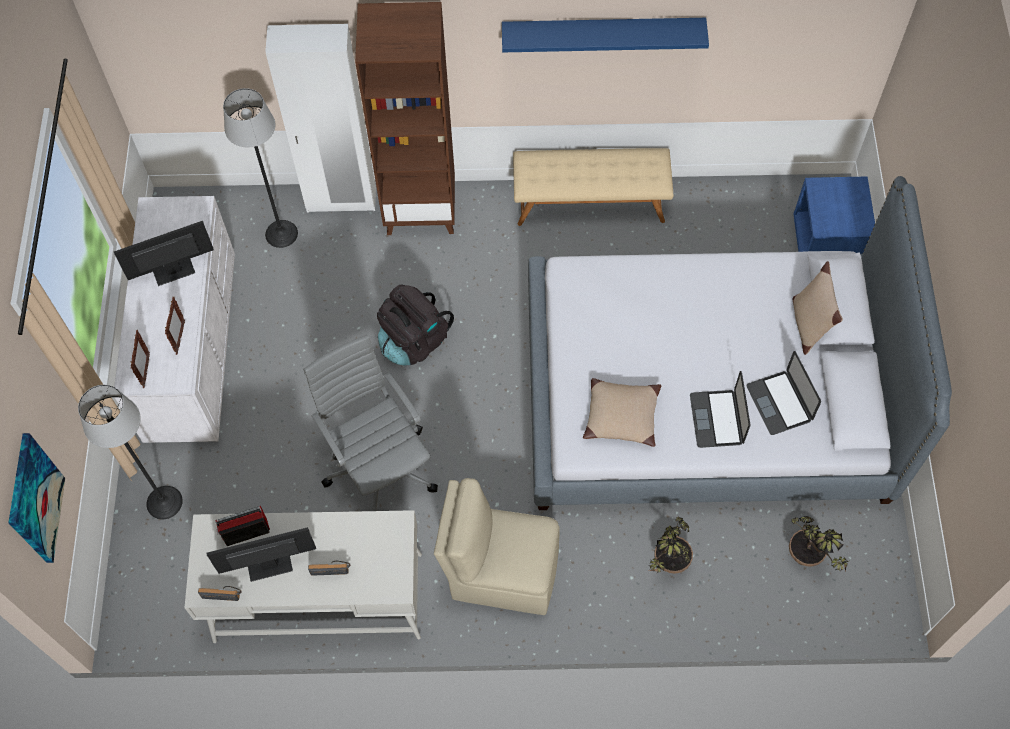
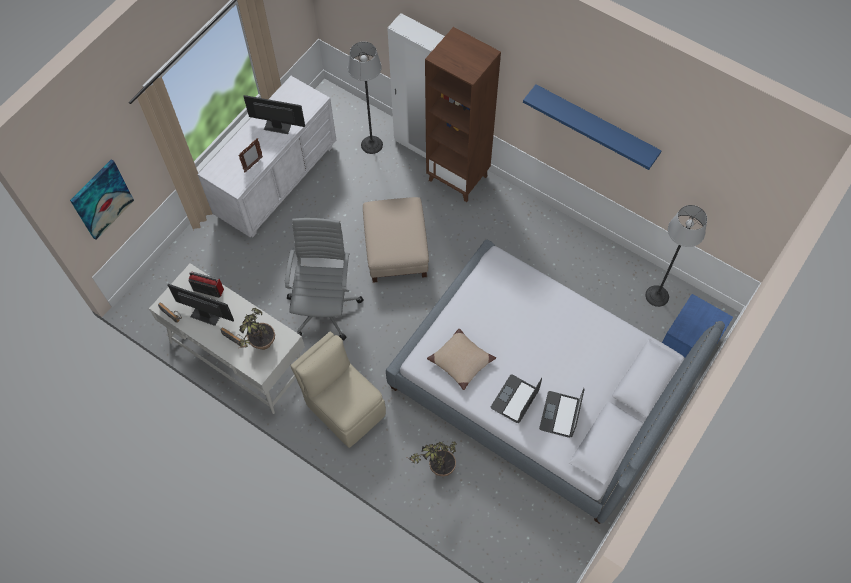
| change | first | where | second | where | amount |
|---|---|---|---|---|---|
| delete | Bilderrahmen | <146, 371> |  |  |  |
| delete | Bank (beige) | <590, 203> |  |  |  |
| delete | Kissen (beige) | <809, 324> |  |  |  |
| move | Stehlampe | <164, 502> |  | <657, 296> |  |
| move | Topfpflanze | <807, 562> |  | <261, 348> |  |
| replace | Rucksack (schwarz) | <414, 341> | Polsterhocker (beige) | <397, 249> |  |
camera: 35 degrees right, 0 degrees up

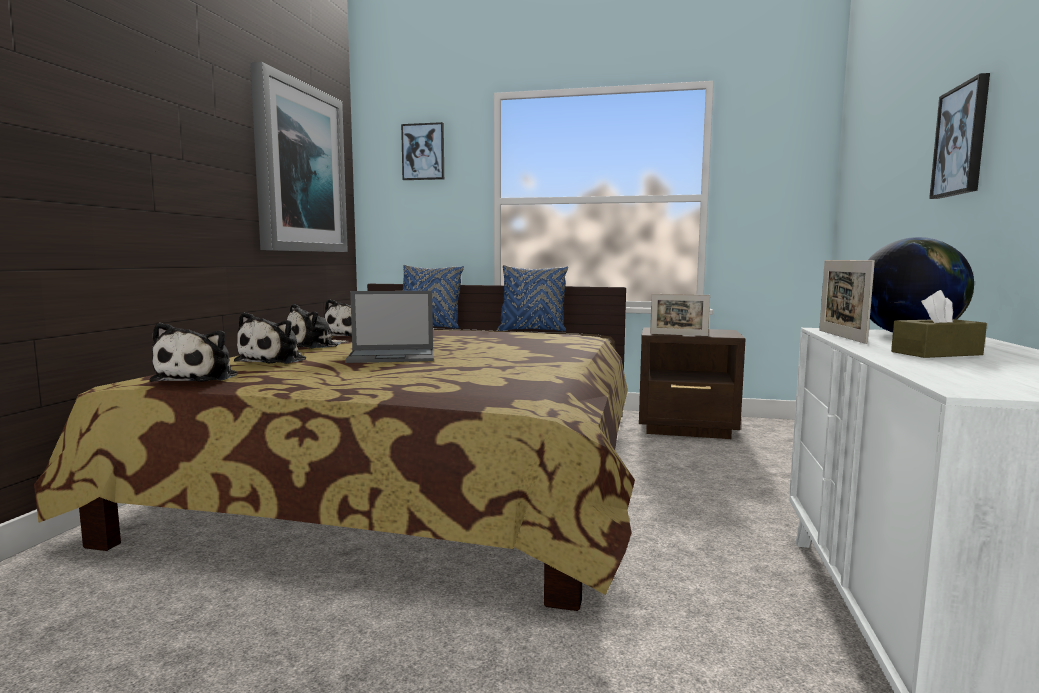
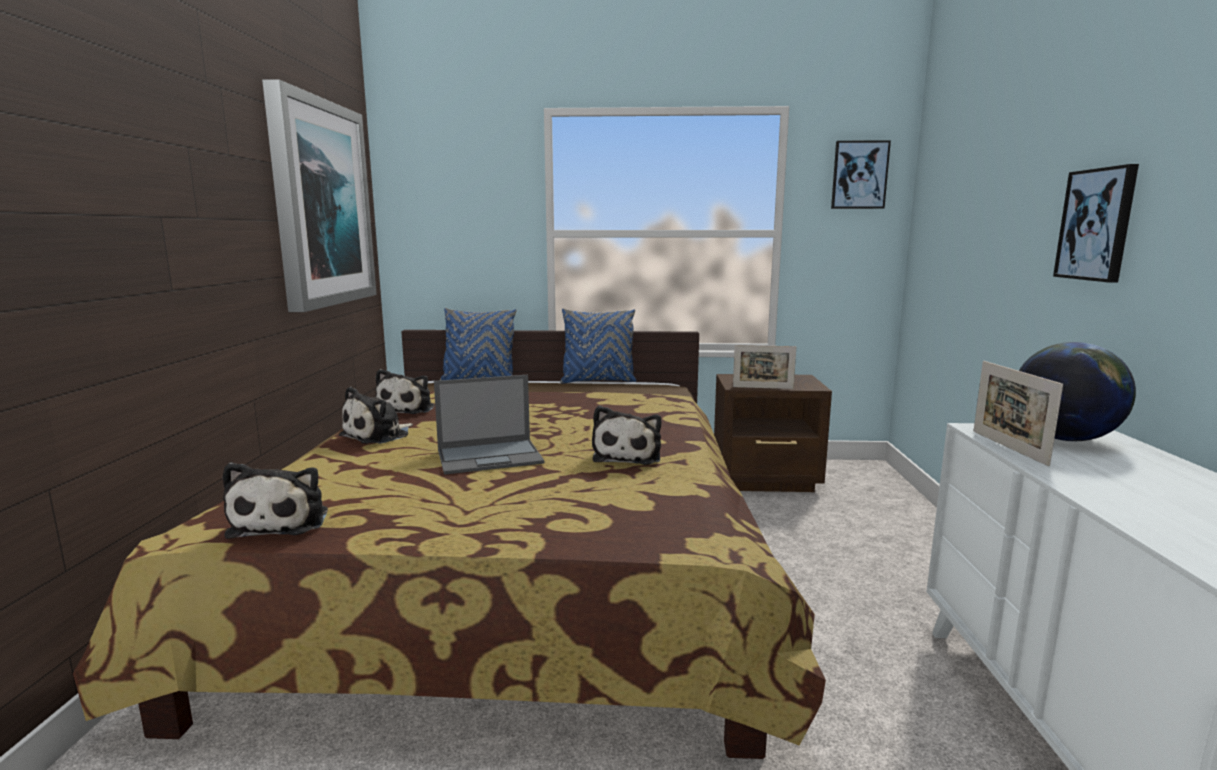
| change | first | where | second | where | amount |
|---|---|---|---|---|---|
| delete | Taschentuchbox (braun) | <936, 353> |  |  |  |
| move | Plüschtier | <275, 360> |  | <628, 455> |  |
| move | Bild | <423, 152> |  | <859, 175> |  |
camera: 10 degrees left, 5 degrees up

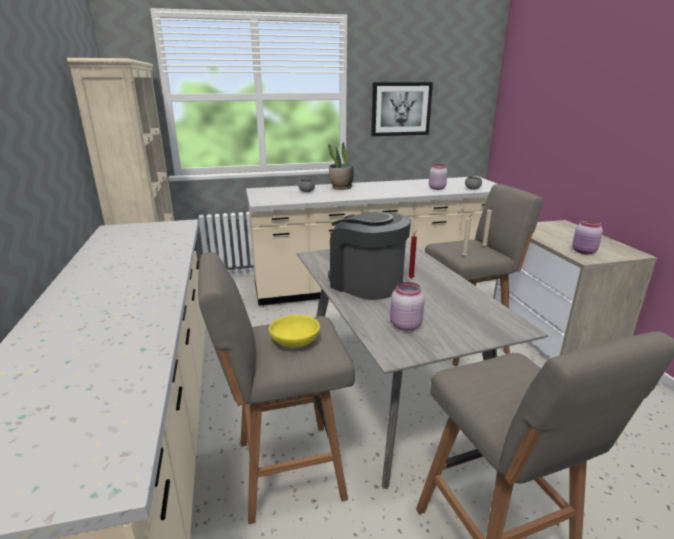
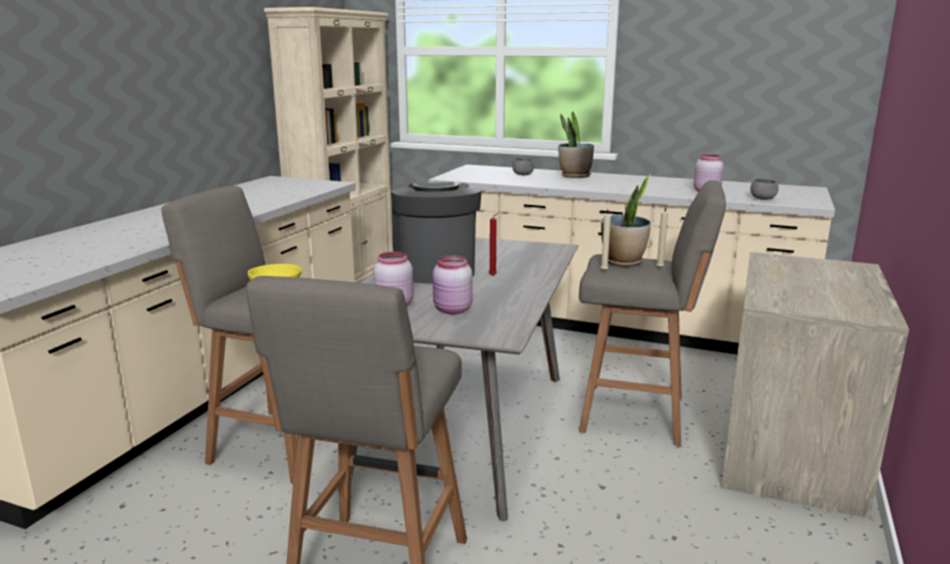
| change | first | where | second | where | amount |
|---|---|---|---|---|---|
| delete | Bild | <401, 109> |  |  |  |
| insert |  |  | Topfpflanze | <623, 262> |  |
| move | Vorratsglas (rosa) | <584, 252> |  | <452, 310> |  |
camera: 35 degrees right, 5 degrees down

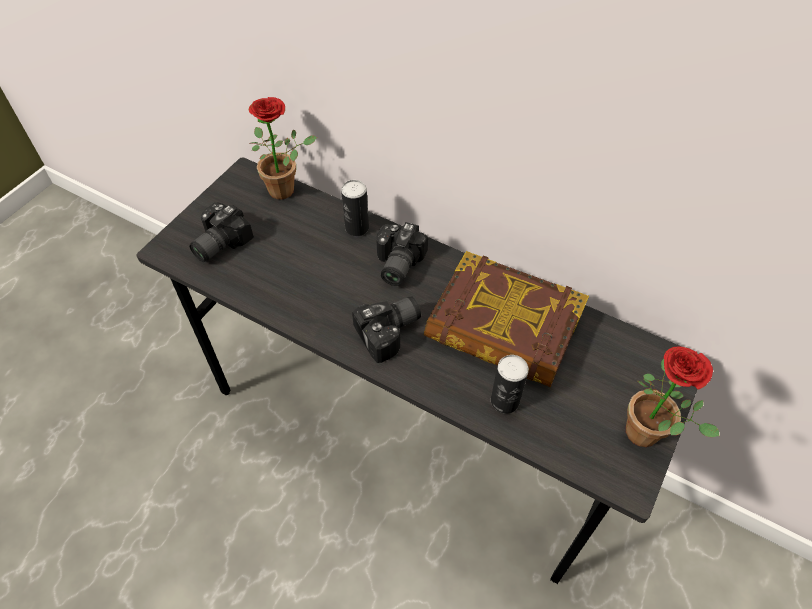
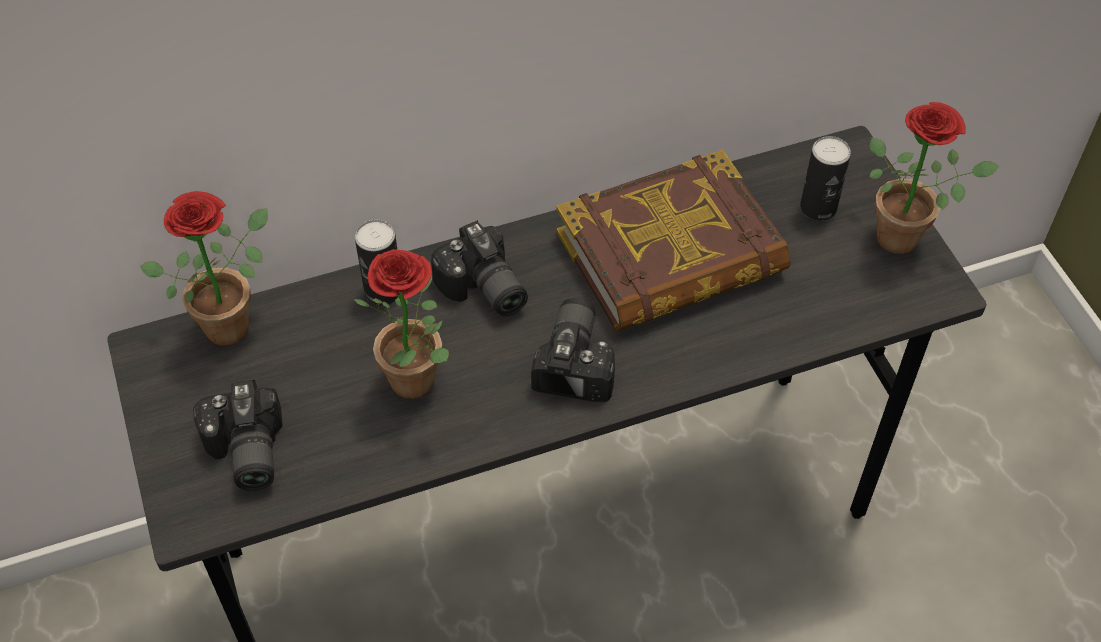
| change | first | where | second | where | amount |
|---|---|---|---|---|---|
| insert |  |  | Topfpflanze | <421, 385> |  |
| move | Dose | <504, 401> |  | <818, 207> |  |
camera: 50 degrees left, 0 degrees up

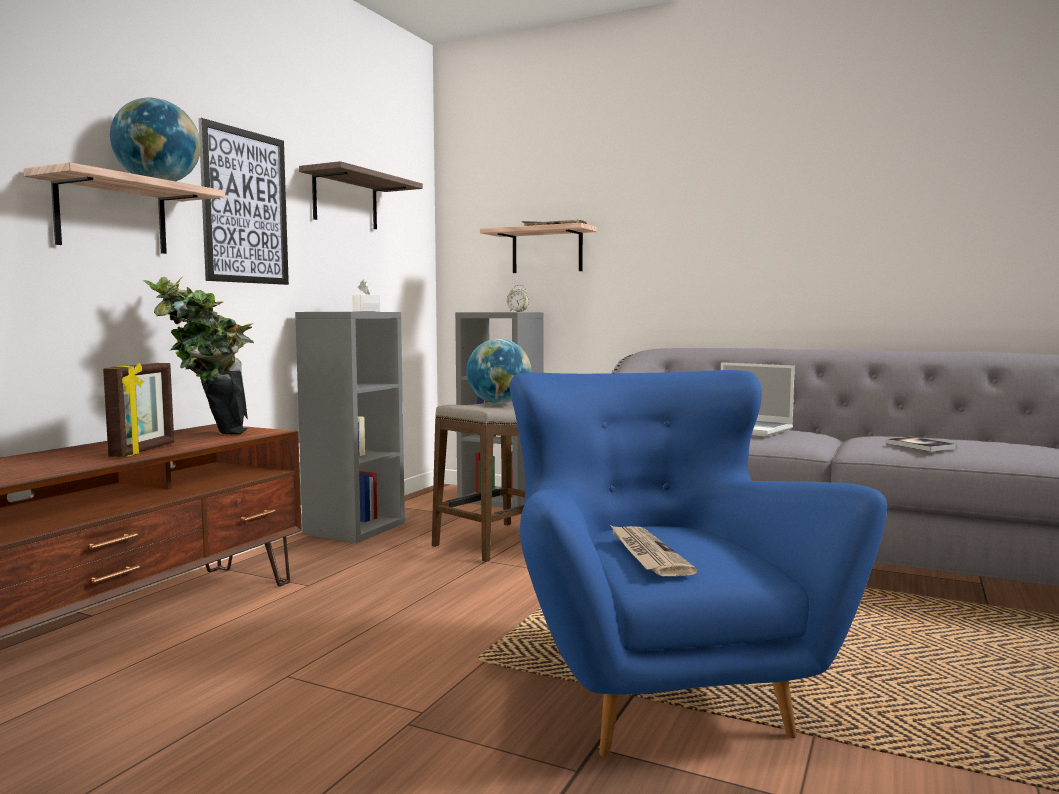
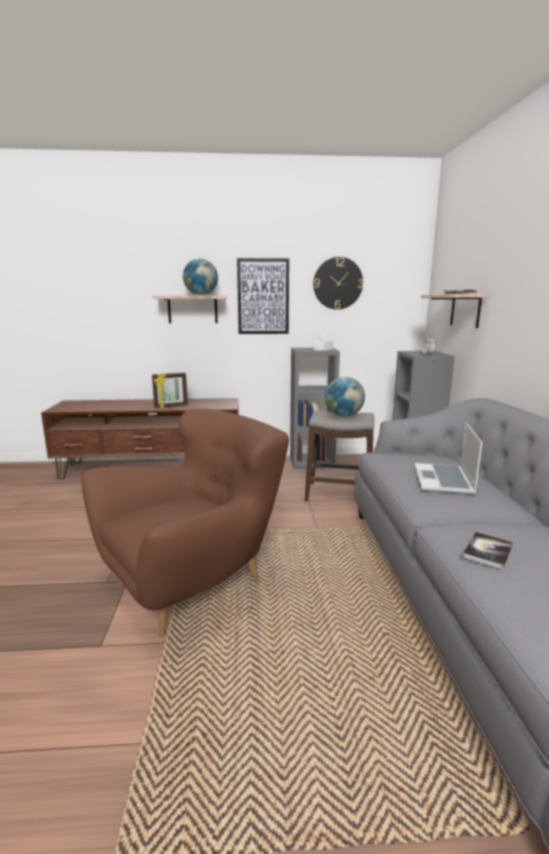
| change | first | where | second | where | amount |
|---|---|---|---|---|---|
| delete | Topfpflanze | <206, 434> |  |  |  |
| delete | Zeitung | <646, 554> |  |  |  |
| replace | Wandregal | <345, 200> | Wanduhr | <337, 283> |  |
| recolor | Sessel (blau) | <658, 685> | Sessel (braun) | <194, 583> |  |
camera: 60 degrees right, 10 degrees up

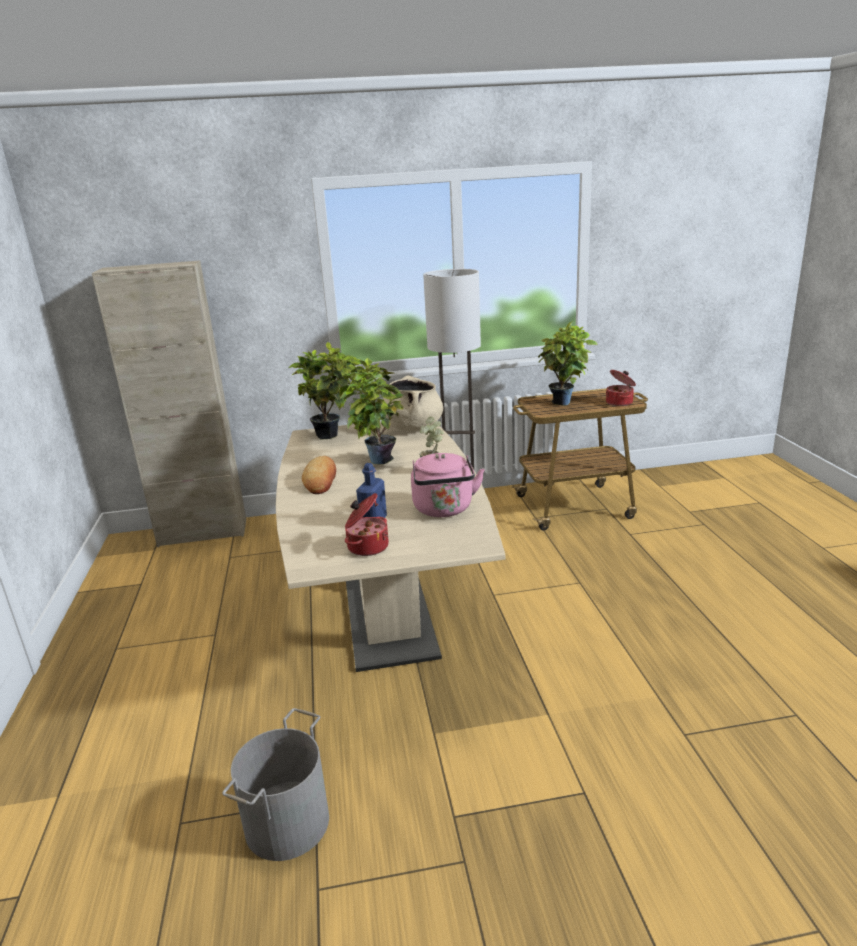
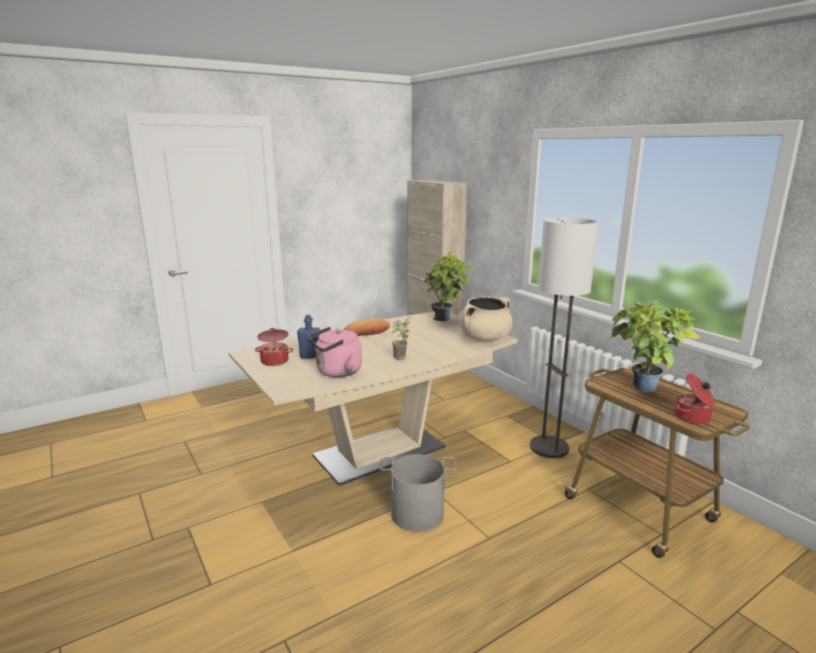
| change | first | where | second | where | amount |
|---|---|---|---|---|---|
| delete | Topfpflanze | <376, 459> |  |  |  |
| move | Eimer (grau) | <288, 823> |  | <417, 514> |  |
camera: 65 degrees right, 5 degrees down

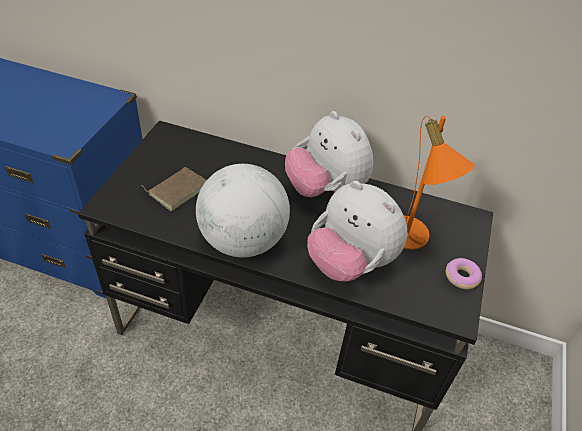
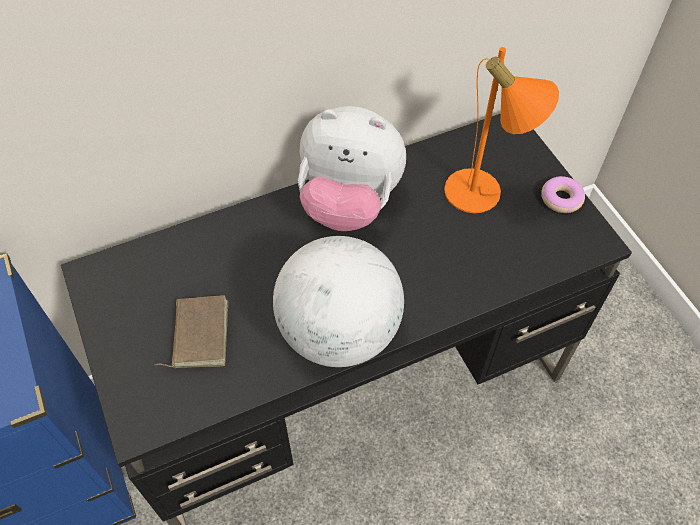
| change | first | where | second | where | amount |
|---|---|---|---|---|---|
| delete | Plüschtier | <350, 262> |  |  |  |
camera: 40 degrees left, 10 degrees up

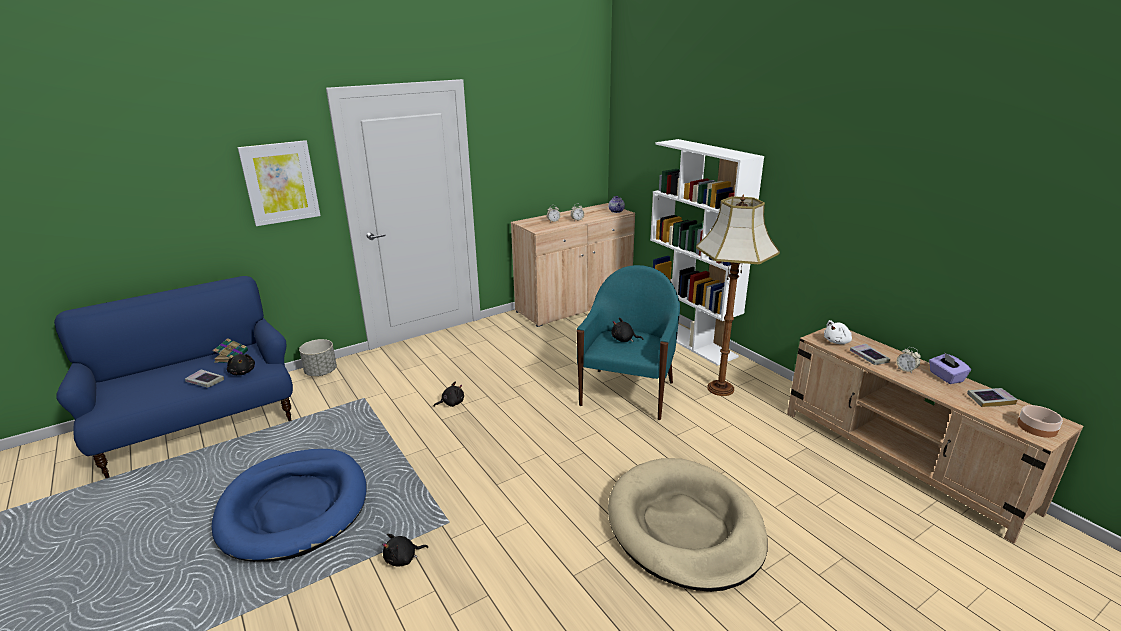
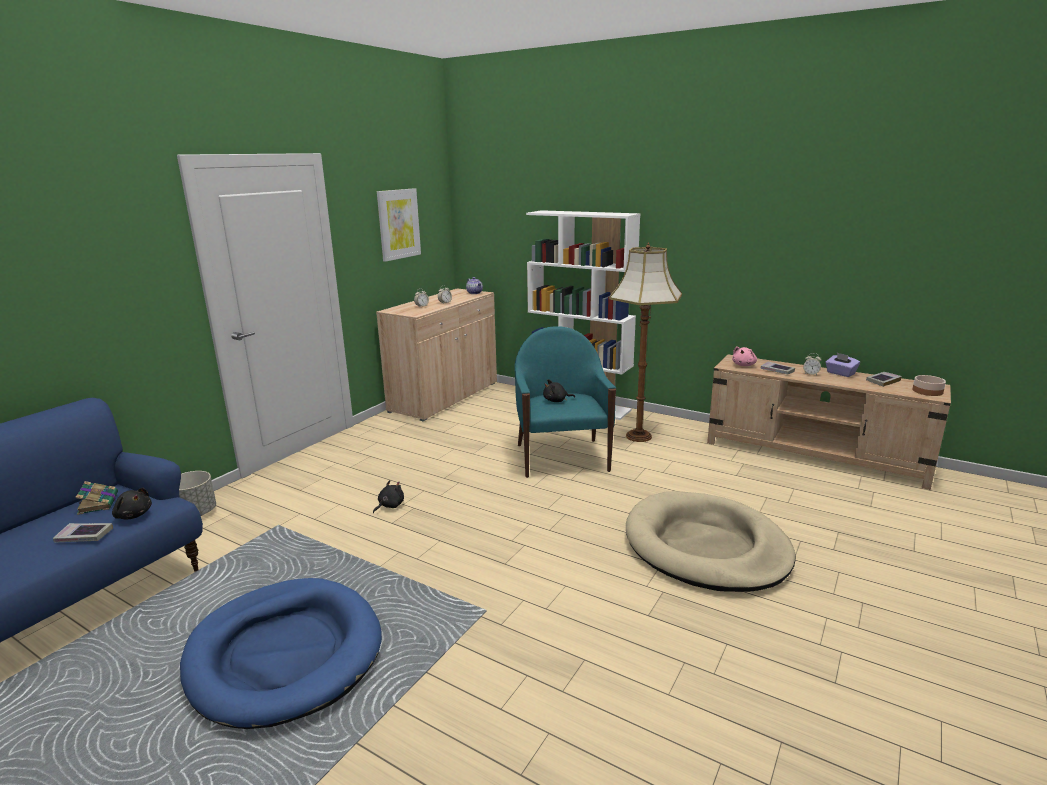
| change | first | where | second | where | amount |
|---|---|---|---|---|---|
| delete | Plüschtier (schwarz) | <403, 558> |  |  |  |
| move | Bild | <280, 182> |  | <398, 224> |  |
| recolor | Plüschtier (weiß) | <837, 342> | Plüschtier (rosa) | <744, 365> |  |
camera: 25 degrees left, 5 degrees down

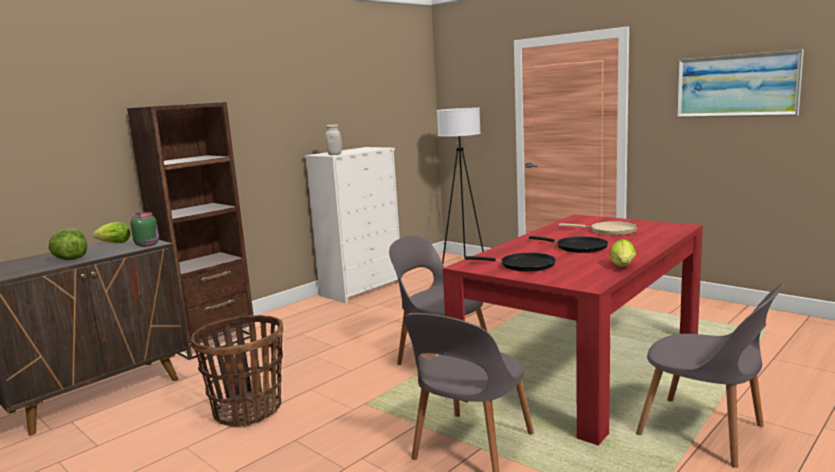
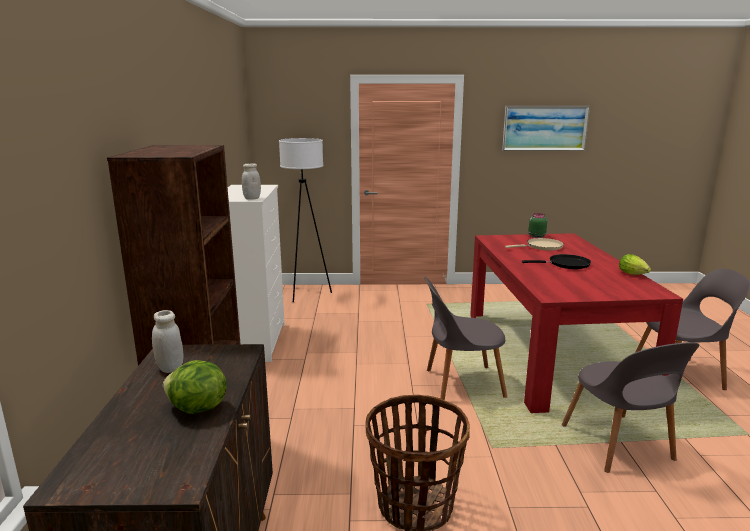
| change | first | where | second | where | amount |
|---|---|---|---|---|---|
| delete | Pfanne (schwarz) | <523, 265> |  |  |  |
| move | Vorratsglas (grün) | <147, 244> |  | <536, 236> |  |
| replace | Salatkopf | <112, 243> | Vorratsglas (weiß) | <170, 368> |  |
camera: 45 degrees left, 5 degrees up

